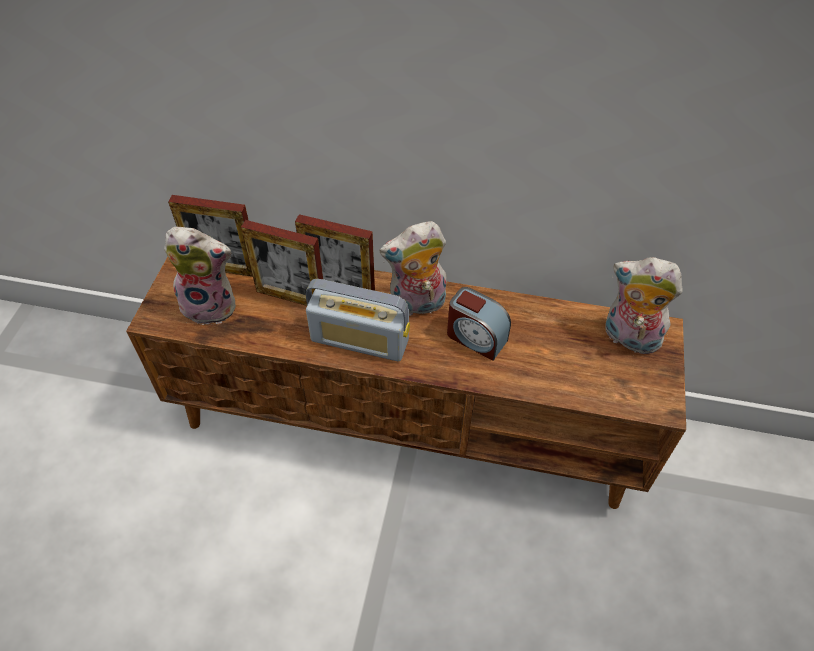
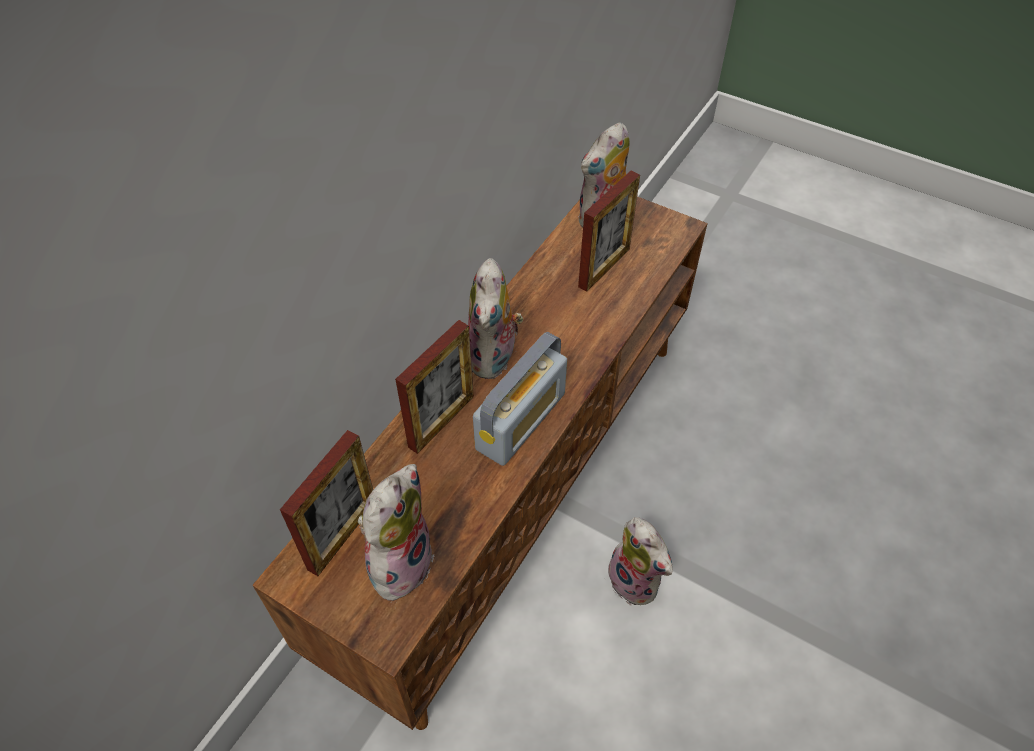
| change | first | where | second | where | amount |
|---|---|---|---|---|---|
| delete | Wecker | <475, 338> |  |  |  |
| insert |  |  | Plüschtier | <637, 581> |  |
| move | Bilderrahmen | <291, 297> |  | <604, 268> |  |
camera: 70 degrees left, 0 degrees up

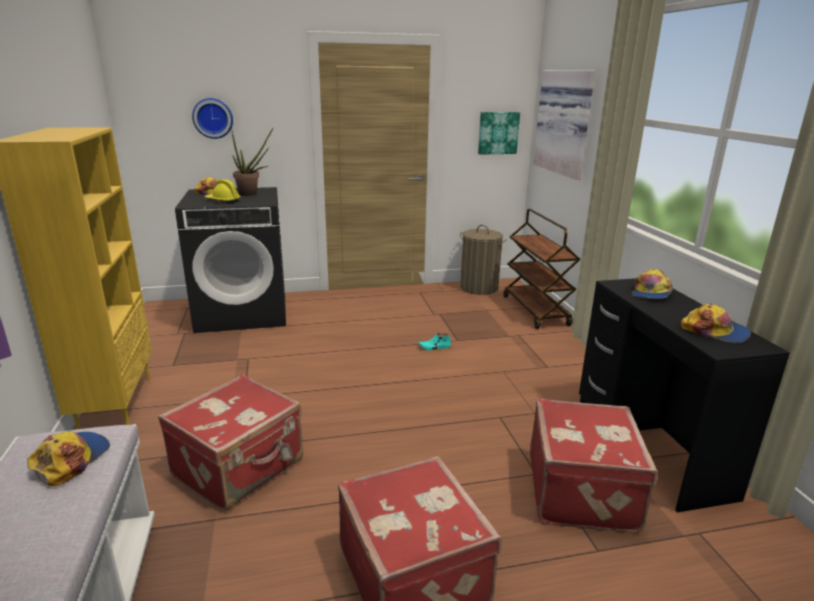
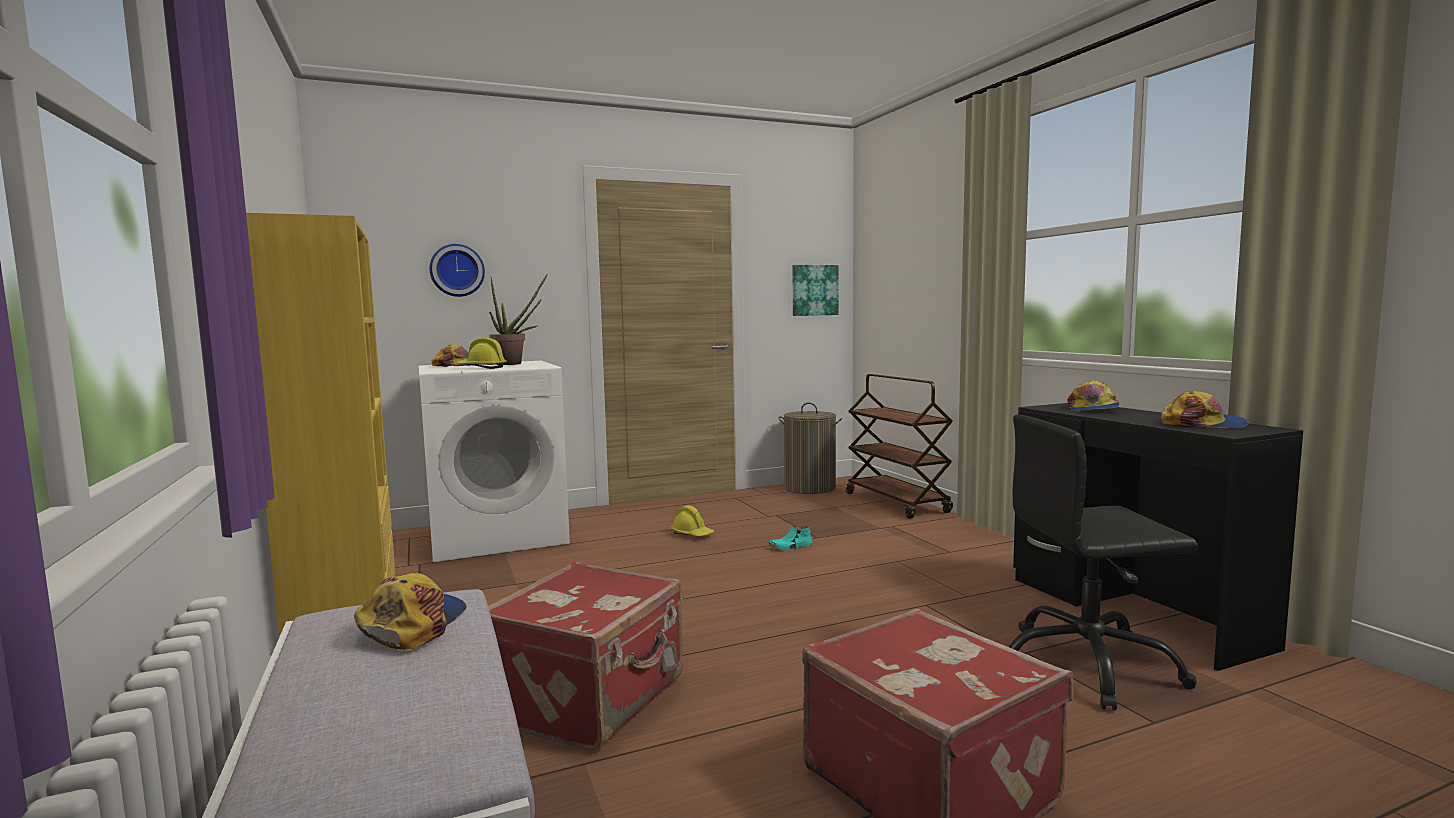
| change | first | where | second | where | amount |
|---|---|---|---|---|---|
| delete | Bild | <566, 122> |  |  |  |
| insert |  |  | Schutzhelm (gelb) | <692, 534> |  |
| replace | Koffer (rot) | <583, 491> | Bürostuhl (schwarz) | <1088, 665> |  |
| recolor | Waschmaschine (schwarz) | <243, 312> | Waschmaschine (weiß) | <498, 536> |  |
camera: 10 degrees left, 15 degrees down

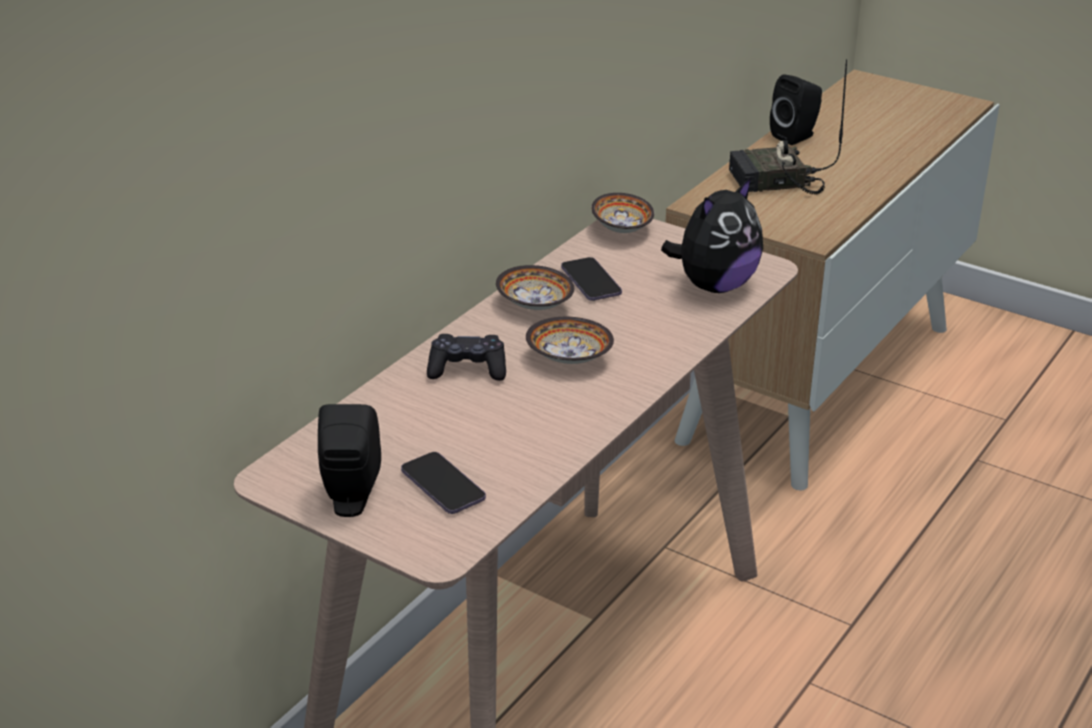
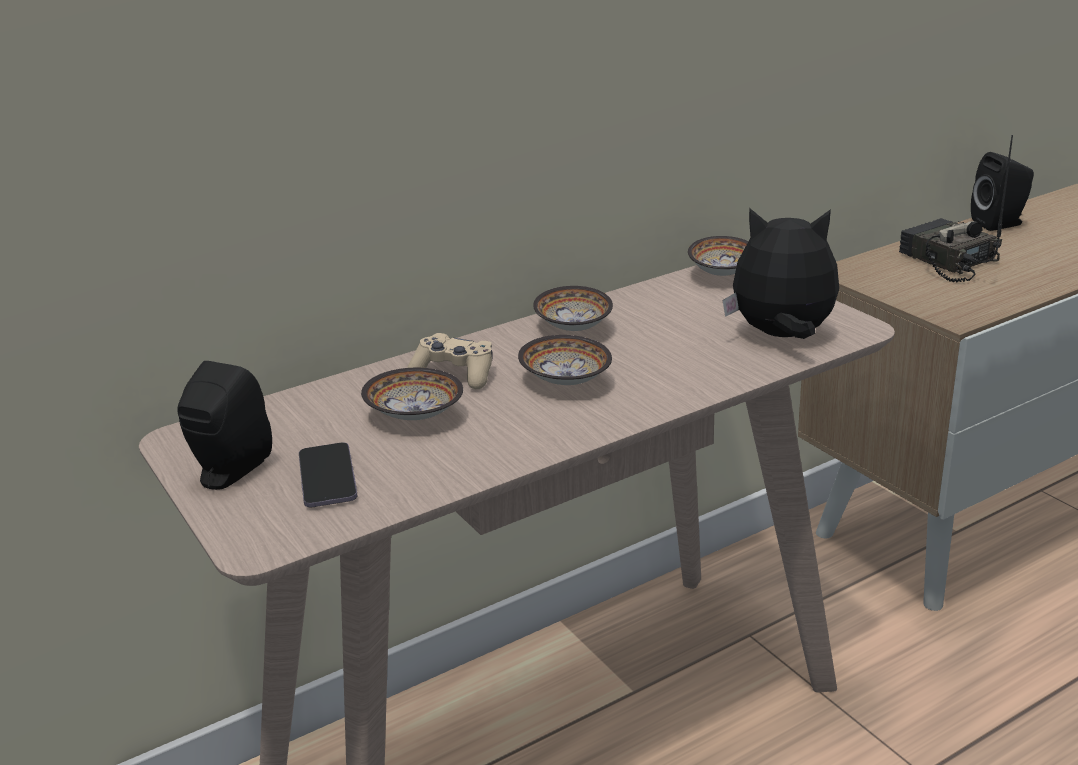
| change | first | where | second | where | amount |
|---|---|---|---|---|---|
| delete | Handy | <591, 281> |  |  |  |
| insert |  |  | Schüssel | <414, 415> |  |
| recolor | Gamepad (schwarz) | <467, 369> | Gamepad (beige) | <454, 374> |  |
| rotate | Plüschtier | <714, 285> |  | <782, 336> | 150 degrees counterclockwise |
| rotate | Radio | <774, 182> |  | <946, 261> | 45 degrees clockwise |
camera: 25 degrees right, 5 degrees down

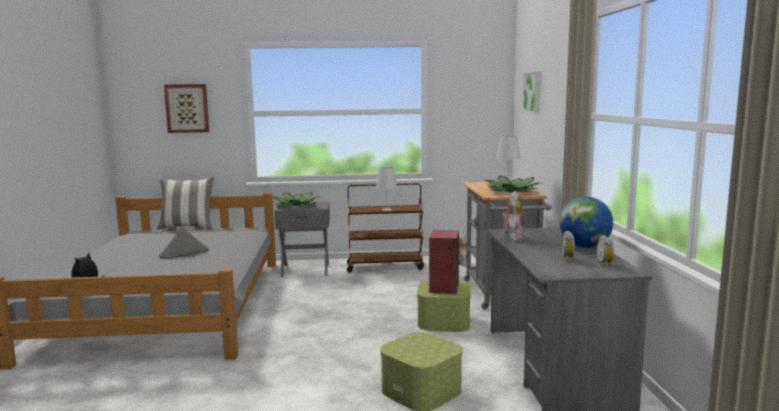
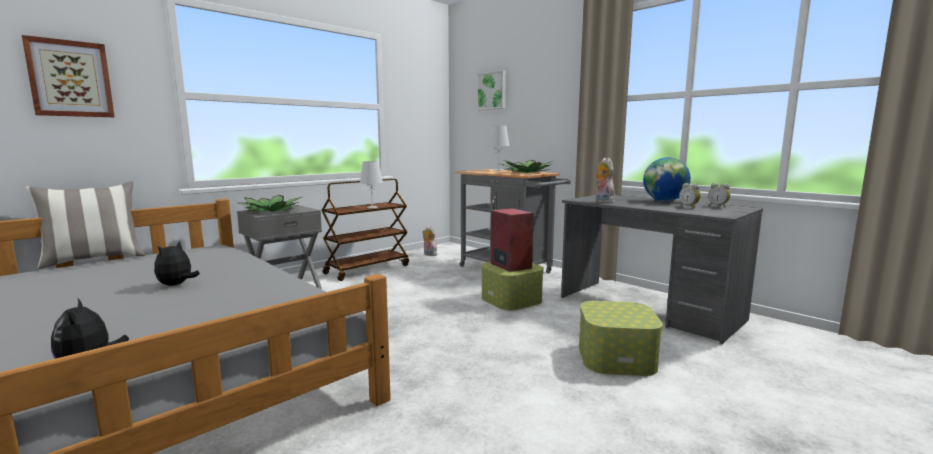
| change | first | where | second | where | amount |
|---|---|---|---|---|---|
| replace | Hut (grau) | <184, 253> | Plüschtier | <176, 285> |  |
camera: 40 degrees left, 0 degrees up

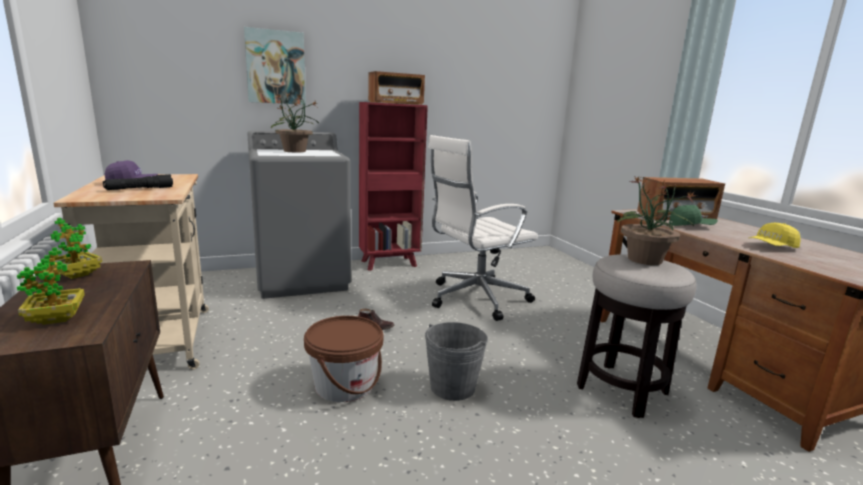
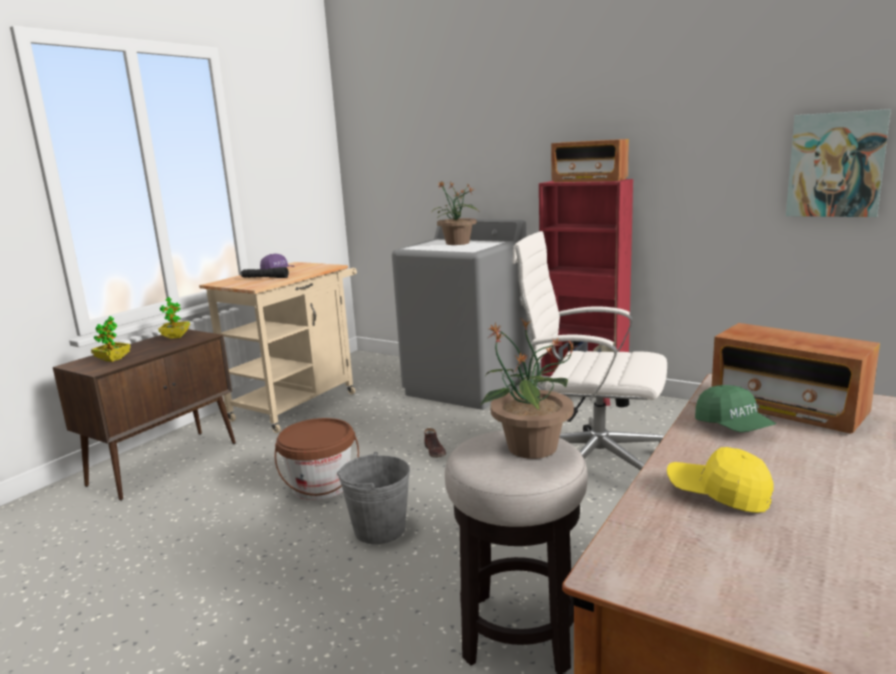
| change | first | where | second | where | amount |
|---|---|---|---|---|---|
| move | Bild | <275, 67> |  | <835, 165> |  |
camera: 55 degrees right, 0 degrees up

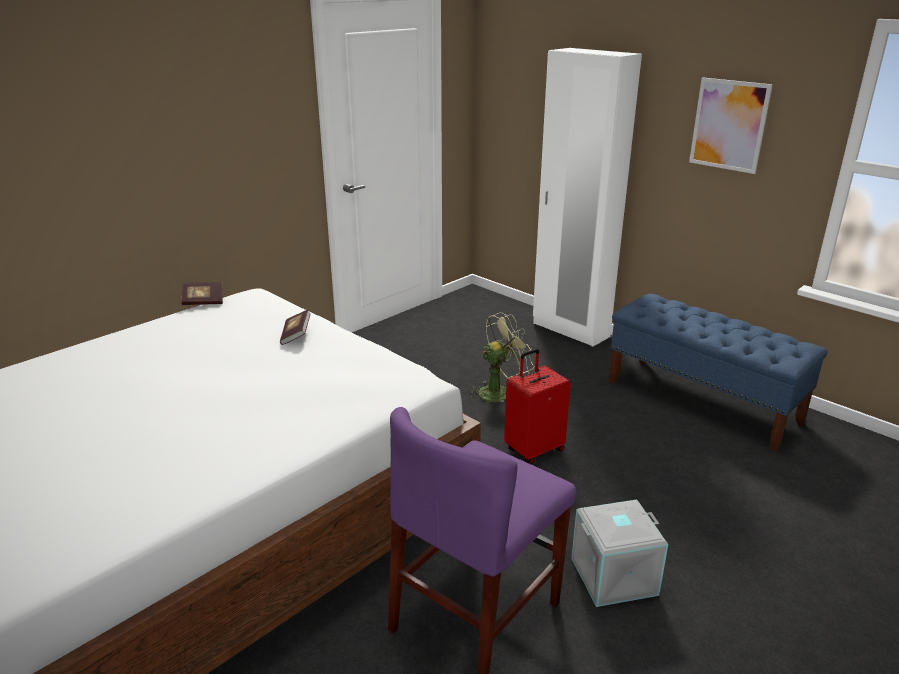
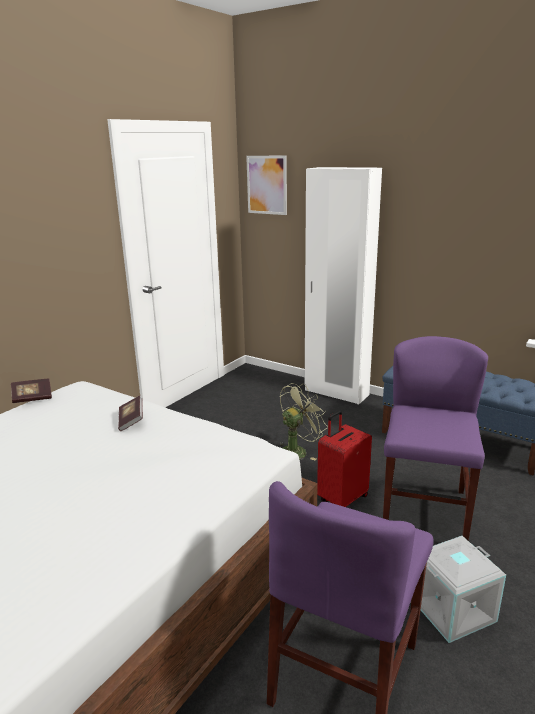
| change | first | where | second | where | amount |
|---|---|---|---|---|---|
| insert |  |  | Stuhl (lila) | <424, 512> |  |
| move | Bild | <729, 125> |  | <267, 185> |  |
camera: 10 degrees left, 5 degrees down

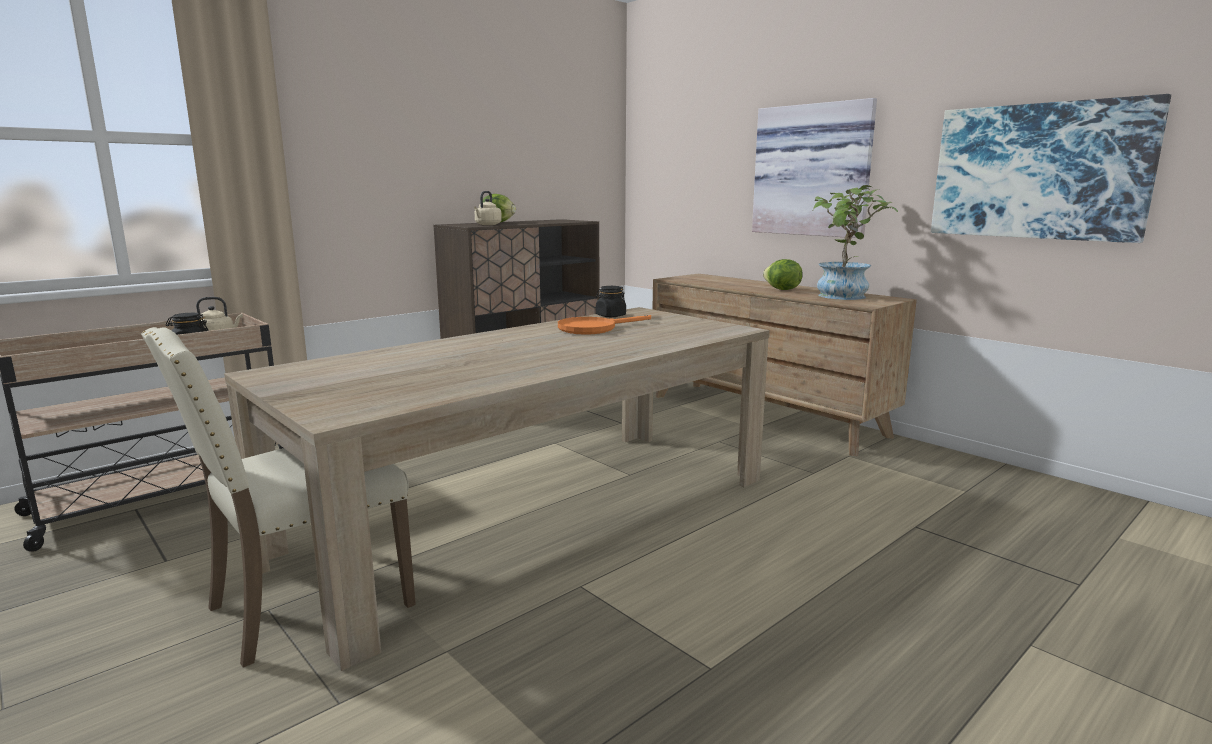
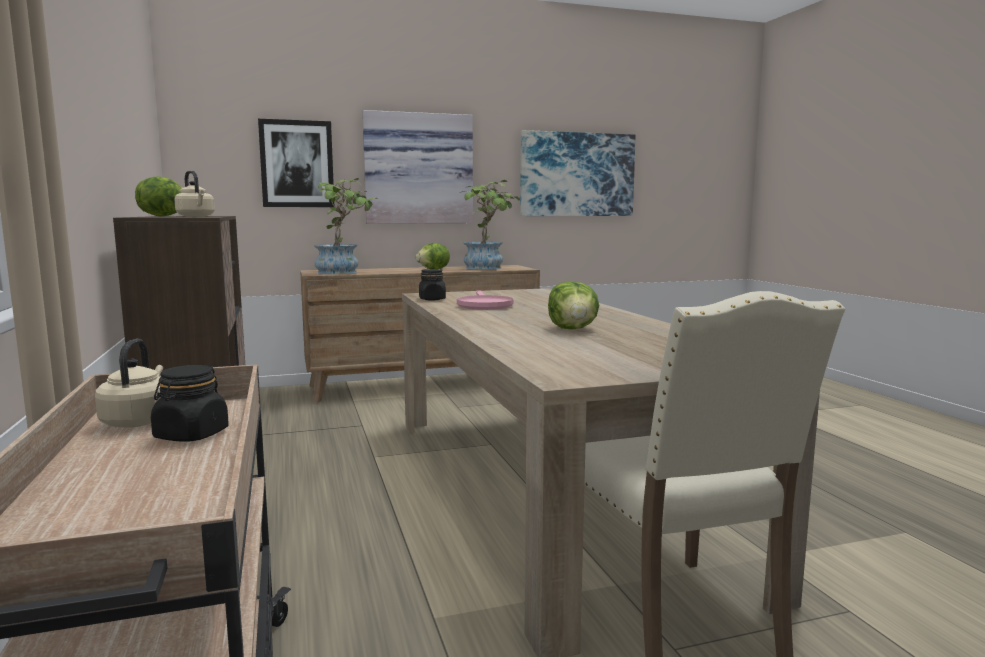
| change | first | where | second | where | amount |
|---|---|---|---|---|---|
| insert |  |  | Bild | <297, 164> |  |
| insert |  |  | Topfpflanze | <344, 272> |  |
| insert |  |  | Salatkopf | <573, 329> |  |
| recolor | Pfanne (orange) | <594, 328> | Pfanne (rosa) | <483, 305> |  |
camera: 65 degrees left, 5 degrees down

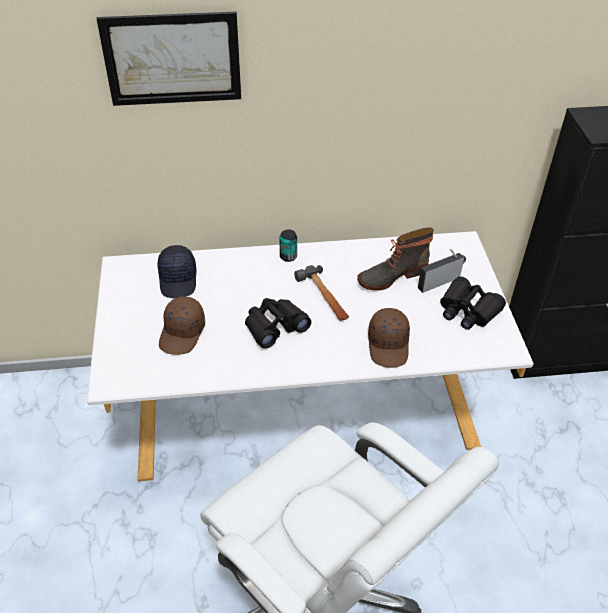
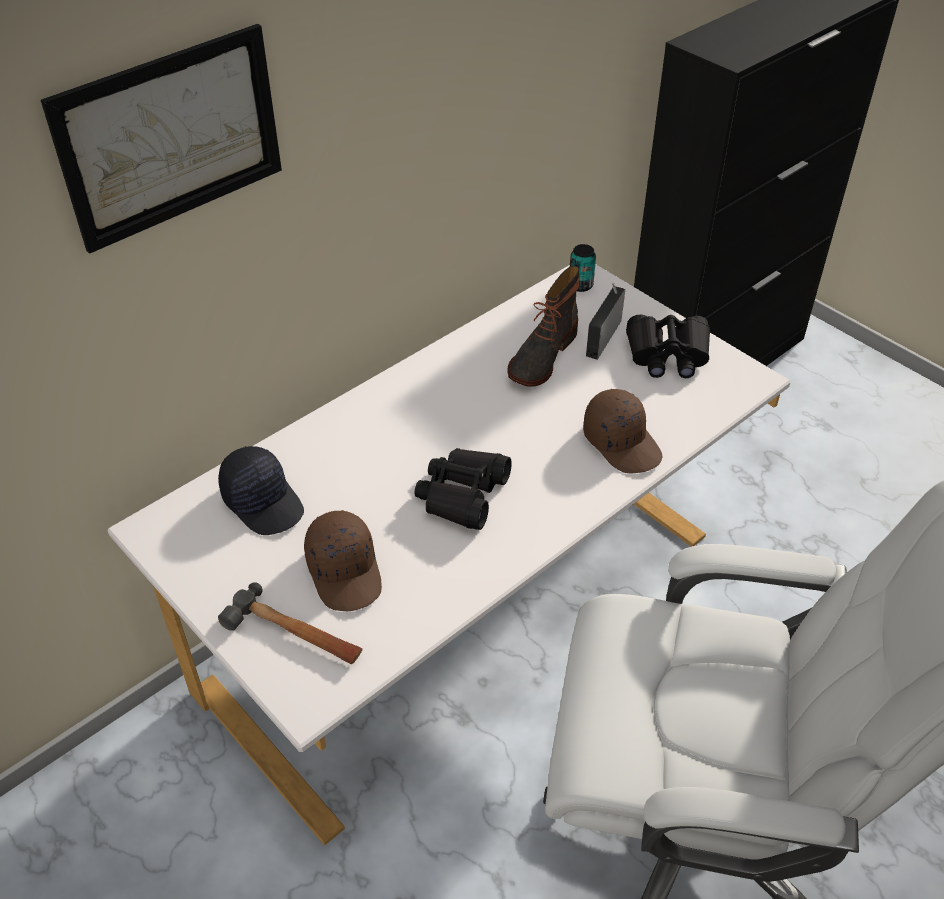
| change | first | where | second | where | amount |
|---|---|---|---|---|---|
| move | Dose | <288, 256> |  | <580, 285> |  |
| move | Hammer | <324, 297> |  | <294, 635> |  |
camera: 35 degrees left, 0 degrees up

